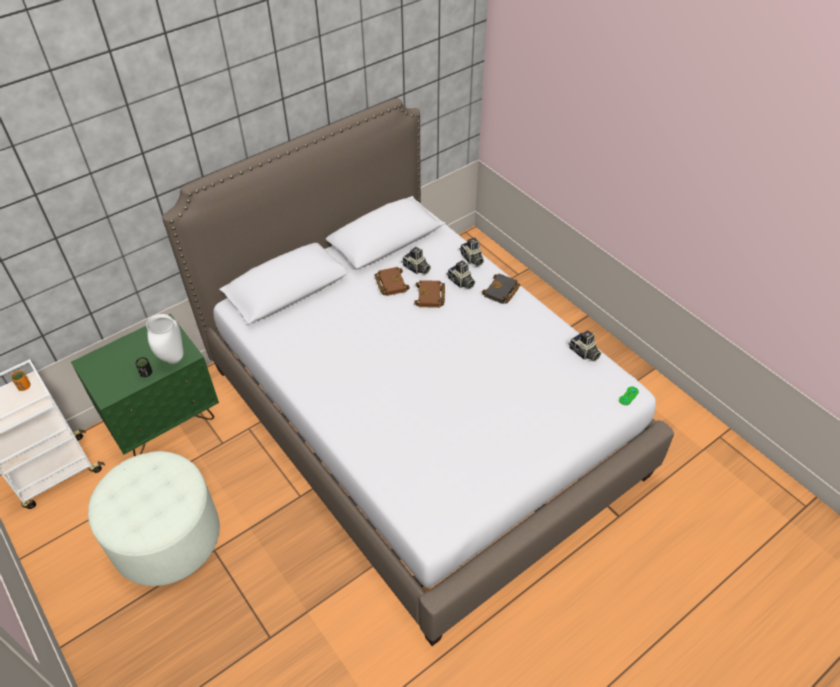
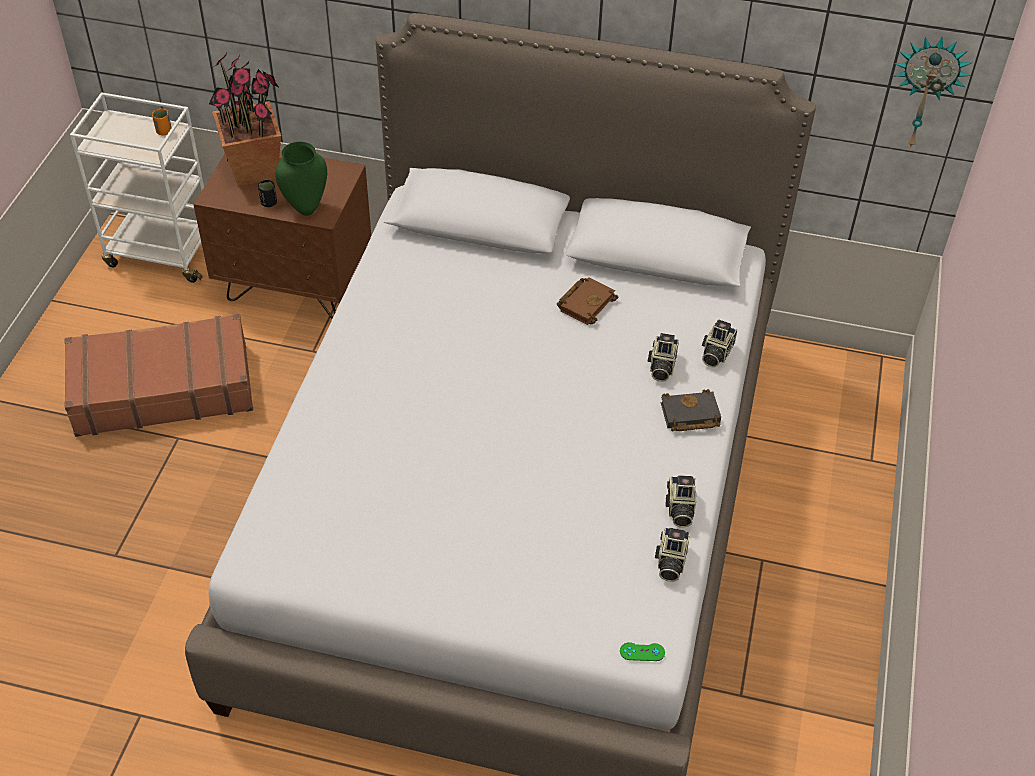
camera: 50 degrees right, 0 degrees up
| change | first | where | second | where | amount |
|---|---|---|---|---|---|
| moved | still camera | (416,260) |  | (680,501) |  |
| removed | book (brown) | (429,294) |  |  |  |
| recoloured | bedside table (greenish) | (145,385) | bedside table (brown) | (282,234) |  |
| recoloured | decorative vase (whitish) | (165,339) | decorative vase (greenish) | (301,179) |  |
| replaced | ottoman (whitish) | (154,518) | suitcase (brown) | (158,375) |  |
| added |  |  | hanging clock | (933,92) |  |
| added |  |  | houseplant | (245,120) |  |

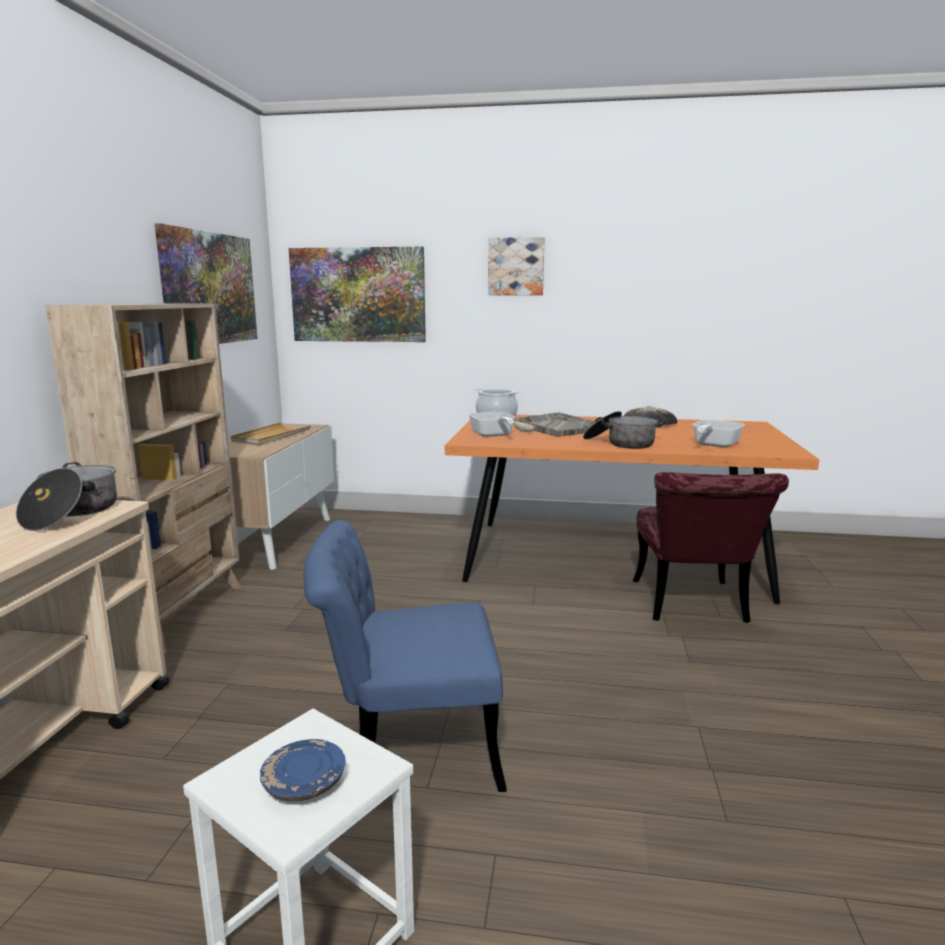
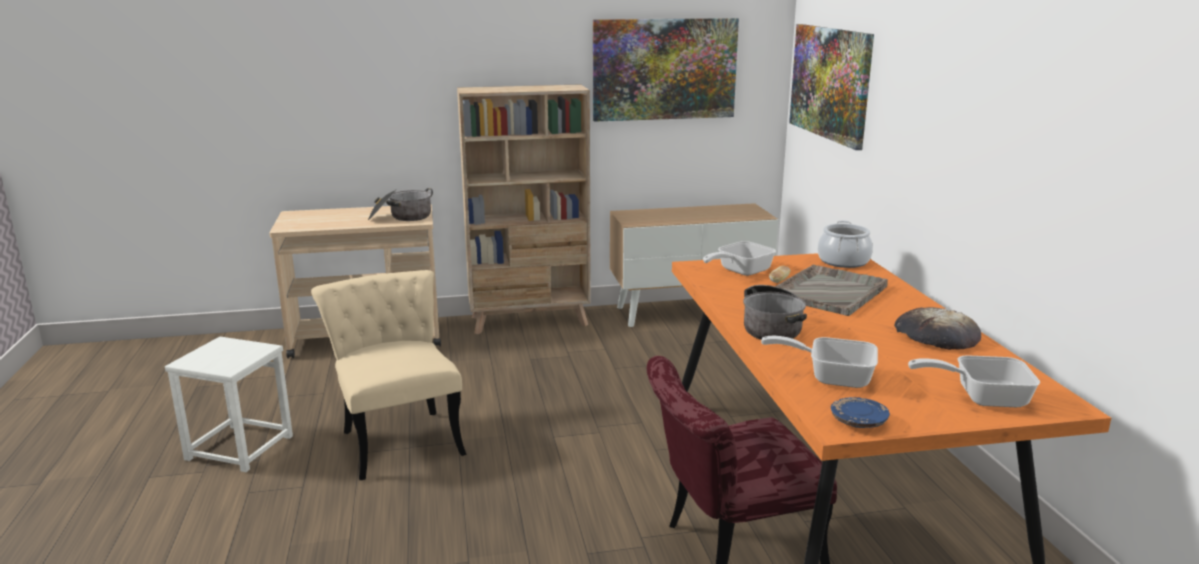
camera: 70 degrees right, 5 degrees up
| change | first | where | second | where | amount |
|---|---|---|---|---|---|
| removed | picture | (516,266) |  |  |  |
| removed | carrying tray (sand-coloured) | (271,433) |  |  |  |
| recoloured | upright chair (bluish) | (405,656) | upright chair (sand-coloured) | (389,375) |  |
| moved | plate (bluish) | (303,770) |  | (860,412) |  |
| added |  |  | frying pan | (974,381) |  |

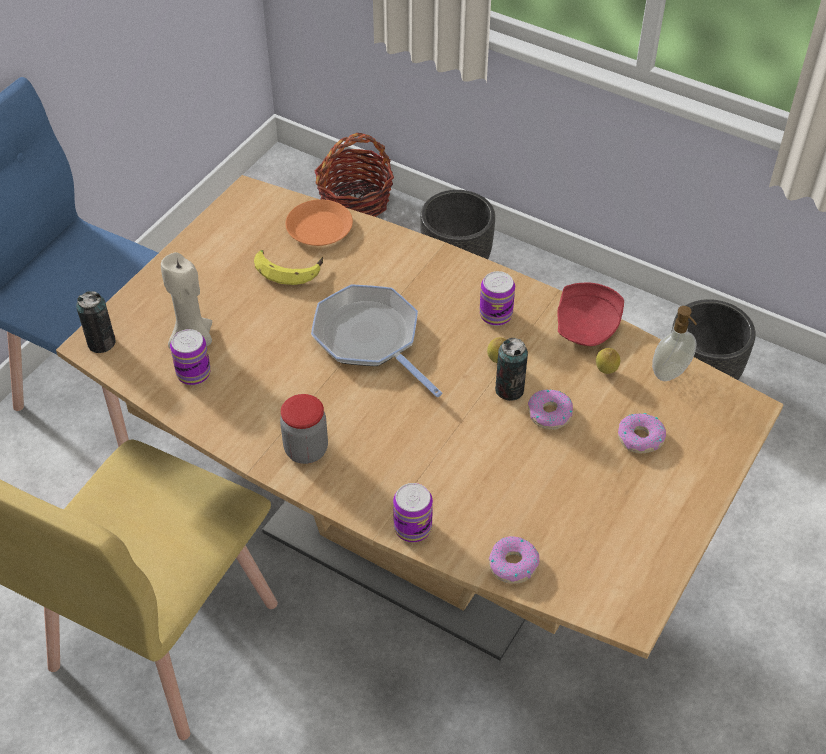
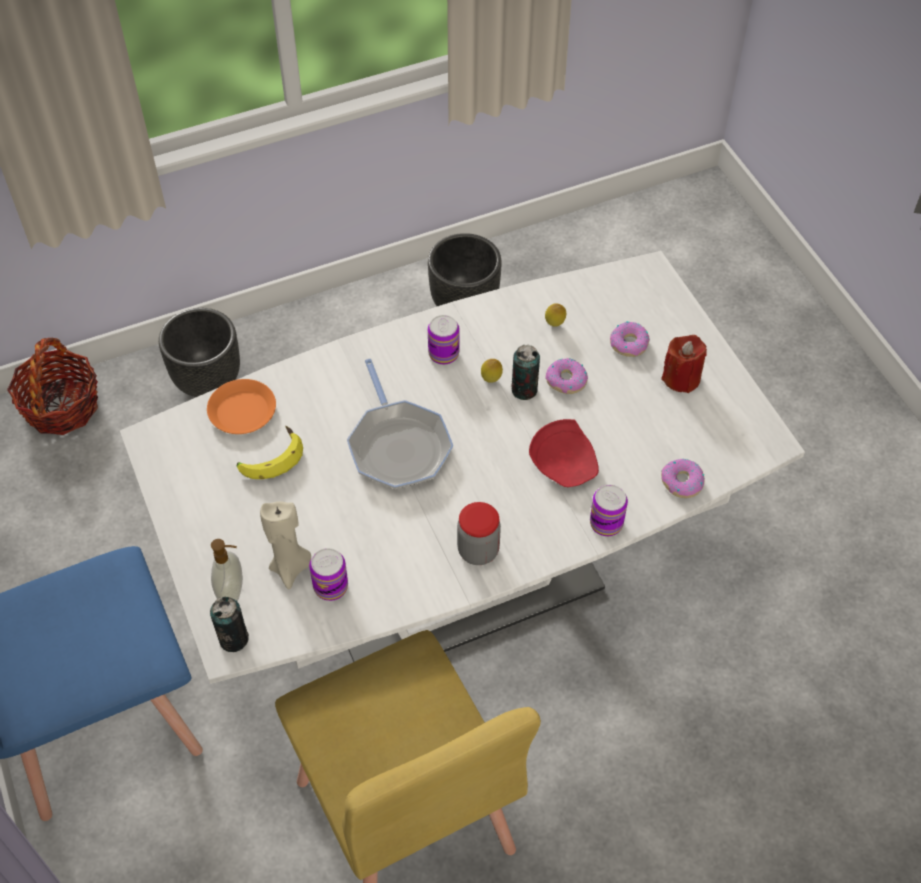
camera: 55 degrees left, 5 degrees up
| change | first | where | second | where | amount |
|---|---|---|---|---|---|
| recoloured | dinner table (brown) | (420,418) | dinner table (whitish) | (462,467) |  |
| moved | plate (red) | (590,314) |  | (564,453) |  |
| turned | frying pan | (376,340) |  | (400,424) | 105 degrees counterclockwise |
| moved | soap bottle | (674,343) |  | (227,570) |  |
| added |  |  | wax candle (red) | (684,364) |  |

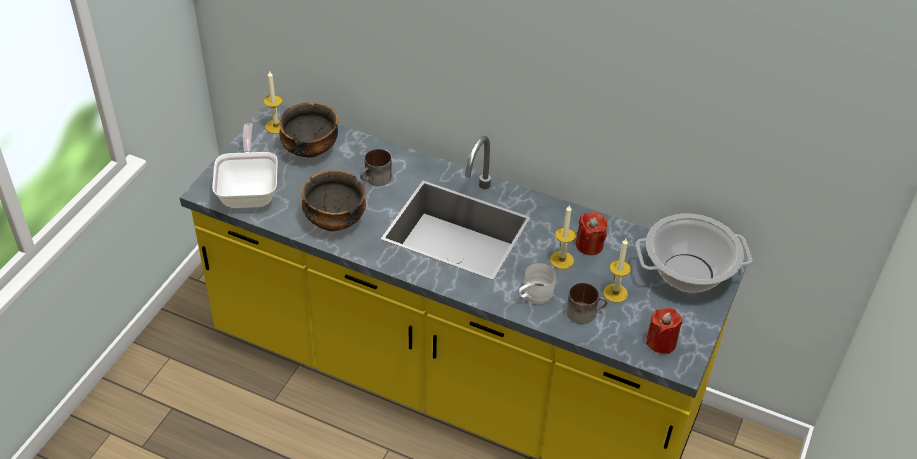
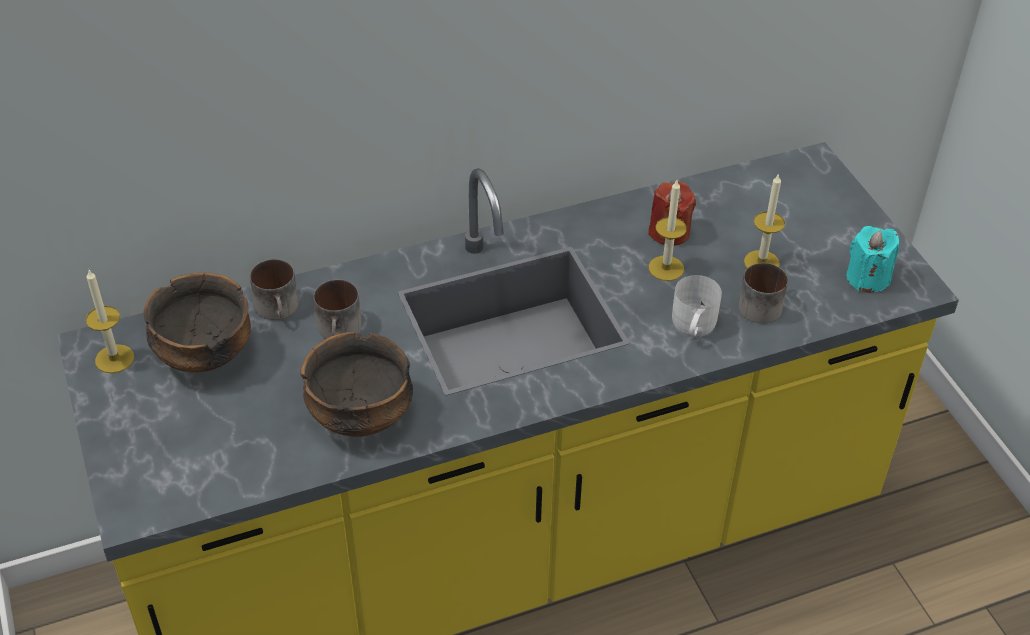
camera: 45 degrees left, 0 degrees up
| change | first | where | second | where | amount |
|---|---|---|---|---|---|
| removed | frying pan | (245,165) |  |  |  |
| removed | stockpot | (694,253) |  |  |  |
| recoloured | wax candle (red) | (664,330) | wax candle (blue-green) | (872,259) |  |
| added |  |  | coffee mug | (274,289) |  |

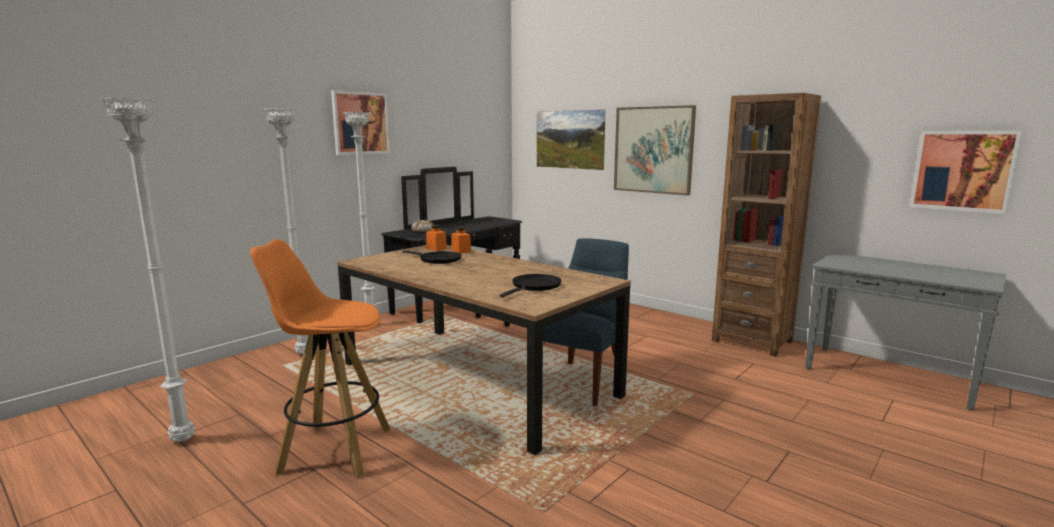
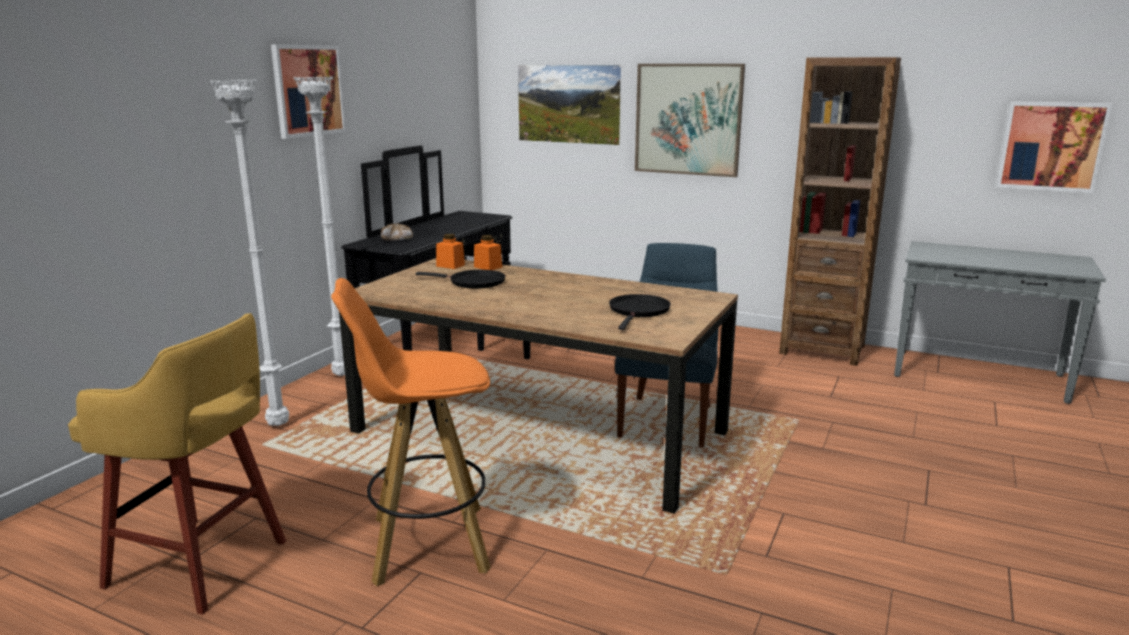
camera: 15 degrees left, 5 degrees up
| change | first | where | second | where | amount |
|---|---|---|---|---|---|
| replaced | standard lamp (whitish) | (147,269) | stool (yellow) | (177,464) |  |

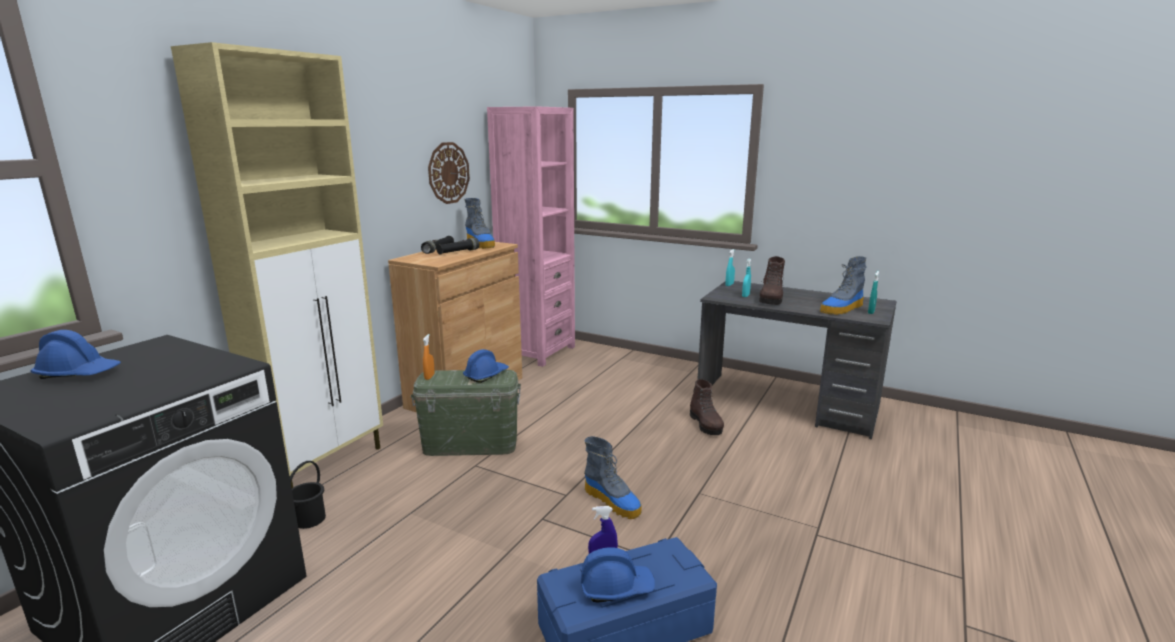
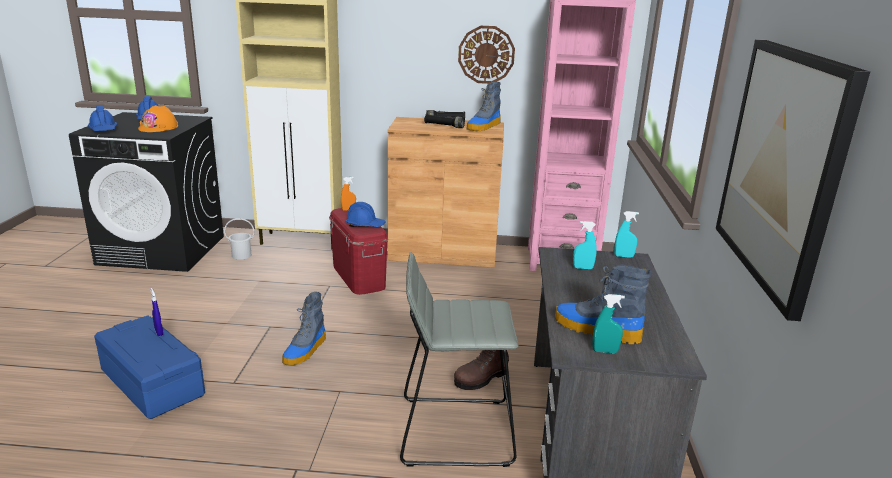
camera: 65 degrees right, 5 degrees up
| change | first | where | second | where | amount |
|---|---|---|---|---|---|
| removed | tall boot (brown) | (772,280) |  |  |  |
| recoloured | storage bin (greenish) | (466,413) | storage bin (red) | (358,251) |  |
| recoloured | bucket (blackish) | (308,495) | bucket (whitish) | (239,239) |  |
| moved | safety helmet (bluish) | (618,575) |  | (102,118) |  |
| added |  |  | picture | (793,180) |  |
| added |  |  | safety helmet (orange) | (158,118) |  |
| added |  |  | stool (gray) | (459,359) |  |

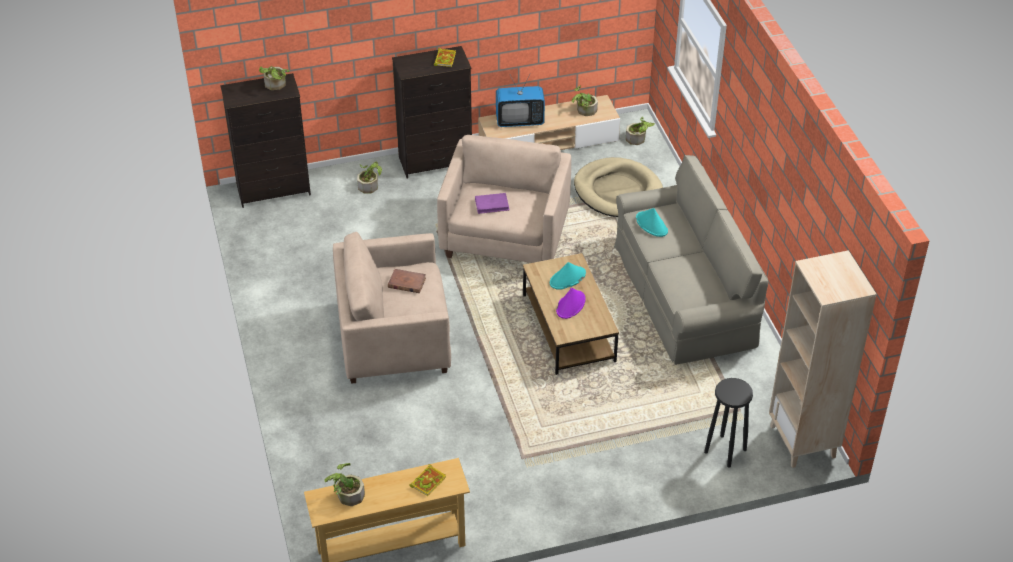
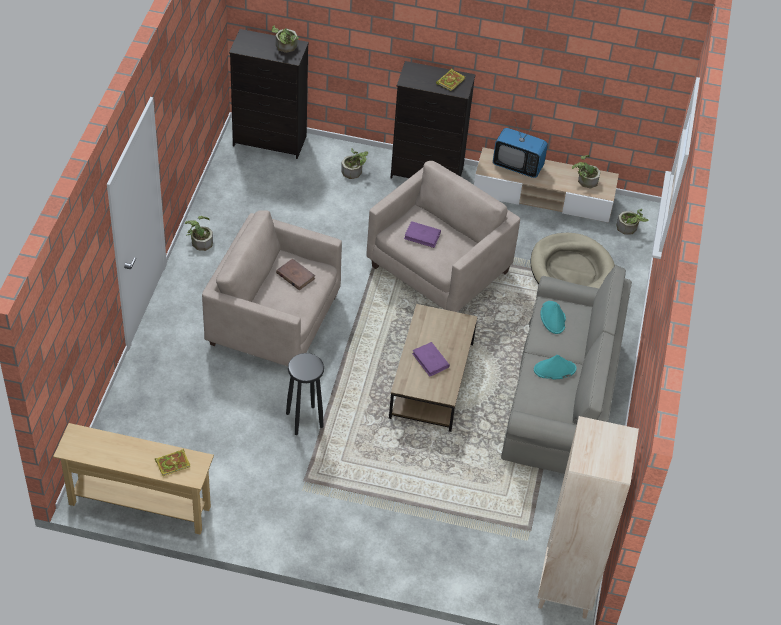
camera: 25 degrees right, 5 degrees up
| change | first | where | second | where | amount |
|---|---|---|---|---|---|
| moved | hat (blue-green) | (568,276) |  | (555,367) |  |
| replaced | hat (purple) | (570,303) | book (purple) | (431,359) |  |
| moved | stool (blackish) | (728,423) |  | (305,394) |  |
| moved | houseplant | (344,484) |  | (199,233) |  |

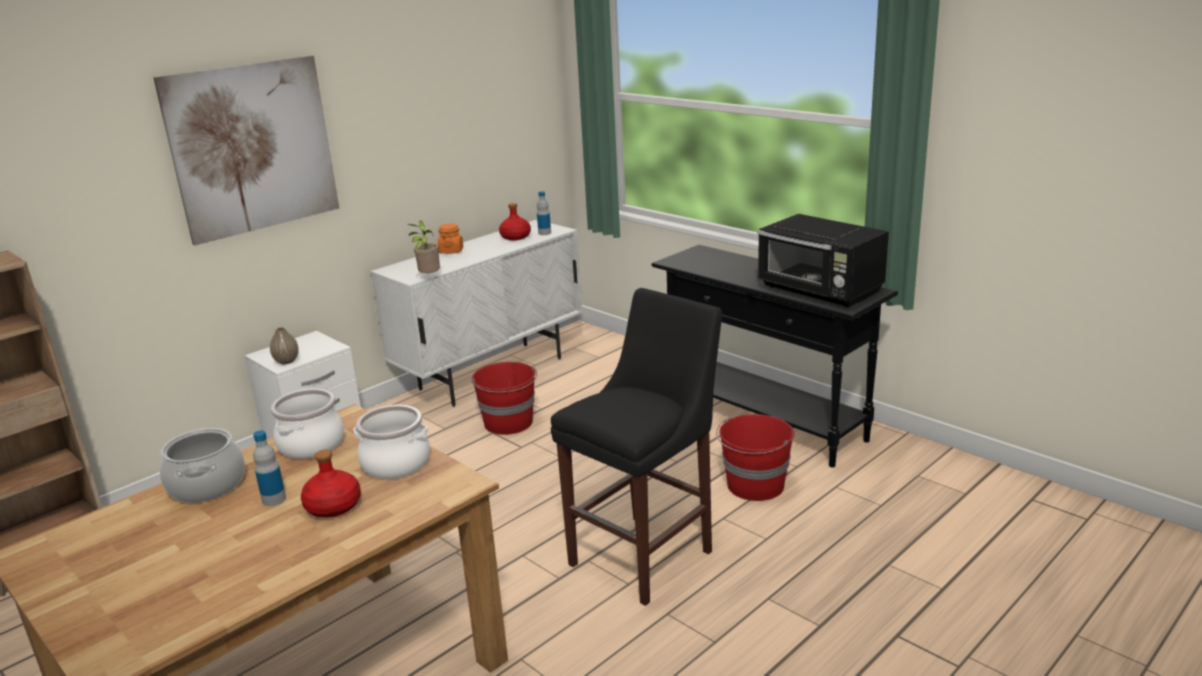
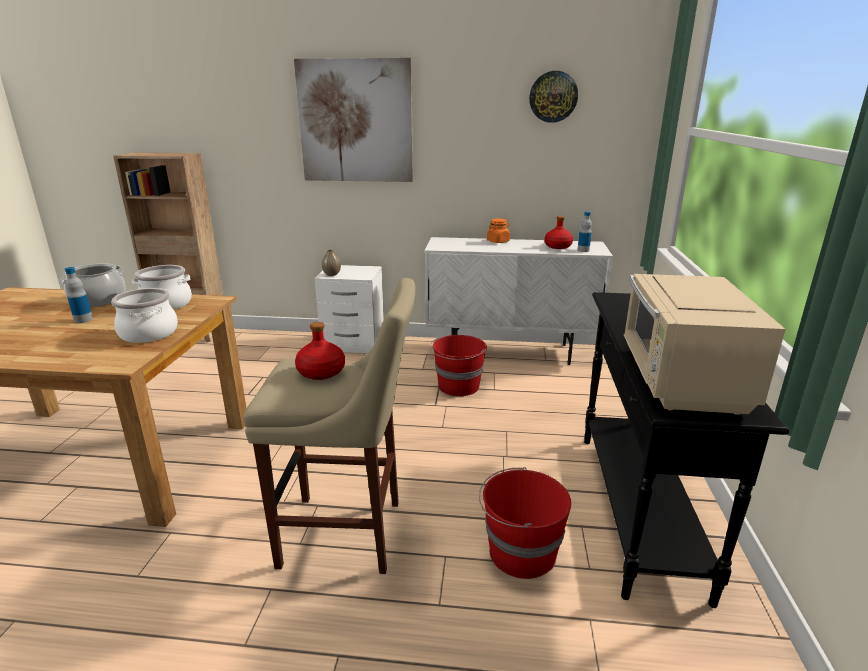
camera: 50 degrees right, 0 degrees up
| change | first | where | second | where | amount |
|---|---|---|---|---|---|
| recoloured | kitchen microwave (blackish) | (823,261) | kitchen microwave (sand-coloured) | (705,344) |  |
| removed | houseplant | (423,247) |  |  |  |
| recoloured | stool (blackish) | (636,447) | stool (sand-coloured) | (329,426) |  |
| moved | beverage bottle (red) | (331,483) |  | (320,351) |  |
| added |  |  | hanging clock | (553,97) |  |

